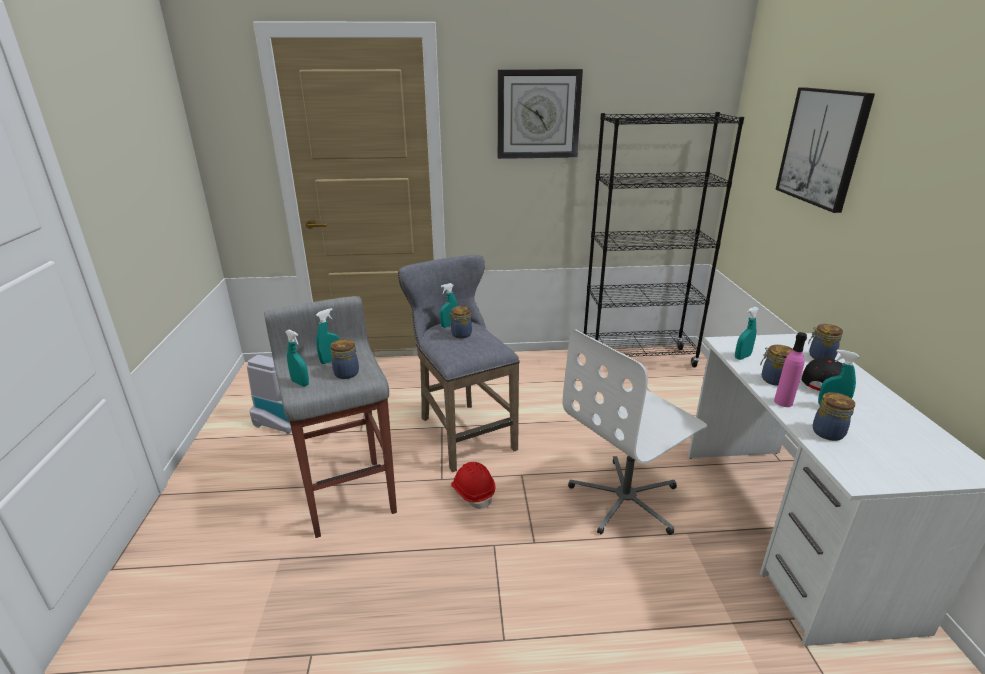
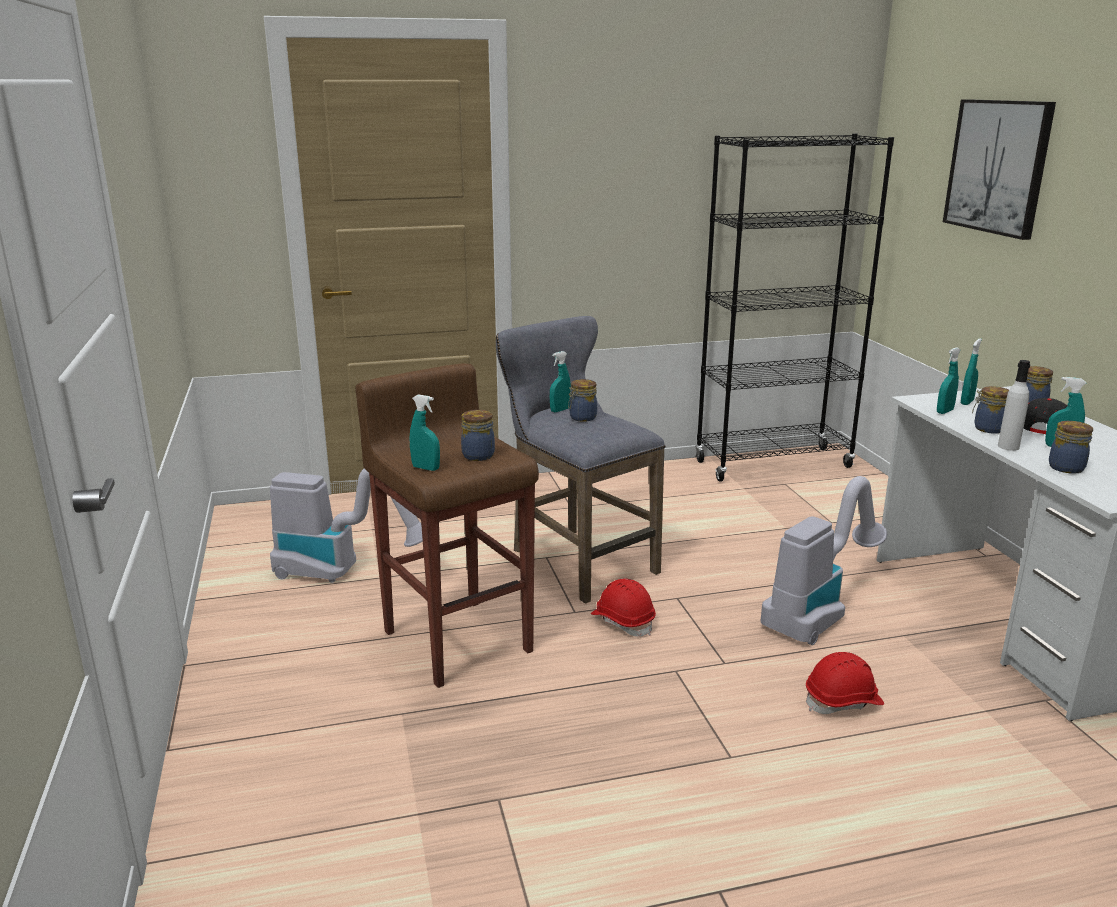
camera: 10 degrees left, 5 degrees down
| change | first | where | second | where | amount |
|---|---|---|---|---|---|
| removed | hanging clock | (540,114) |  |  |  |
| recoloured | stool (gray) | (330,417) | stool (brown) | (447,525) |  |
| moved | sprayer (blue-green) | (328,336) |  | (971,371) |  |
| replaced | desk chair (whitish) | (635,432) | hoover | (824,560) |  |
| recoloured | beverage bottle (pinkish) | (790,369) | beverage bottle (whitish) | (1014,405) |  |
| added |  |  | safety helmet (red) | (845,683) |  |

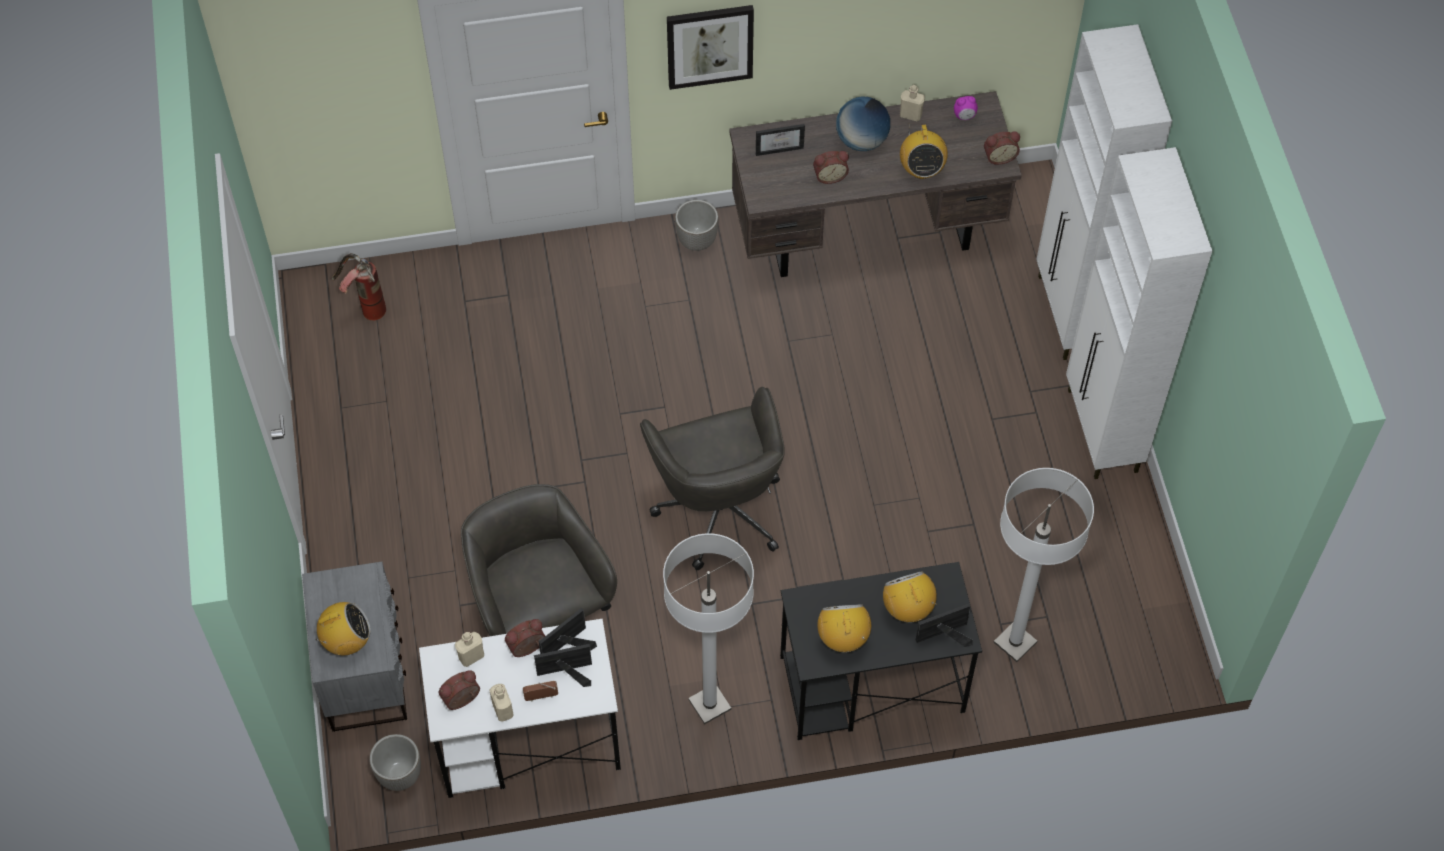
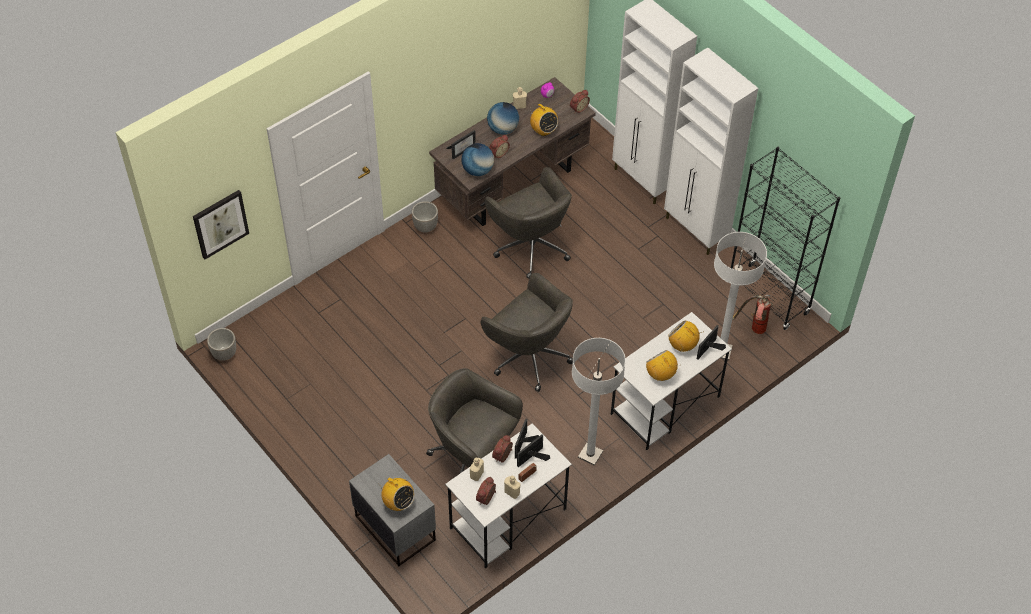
camera: 30 degrees left, 5 degrees down
| change | first | where | second | where | amount |
|---|---|---|---|---|---|
| moved | picture | (710,47) |  | (221,224) |  |
| moved | extinguisher | (359,287) |  | (752,314) |  |
| recoloured | desk (blackish) | (881,651) | desk (whitish) | (671,381) |  |
| turned | radio receiver | (343,628) |  | (396,494) | 90 degrees clockwise |
| moved | plant pot | (395,762) |  | (221,344) |  |
| added |  |  | world globe | (477,159) |  |
| added |  |  | bookcase (blackish) | (785,238) |  |
| added |  |  | desk chair (gray) | (528,222) |  |

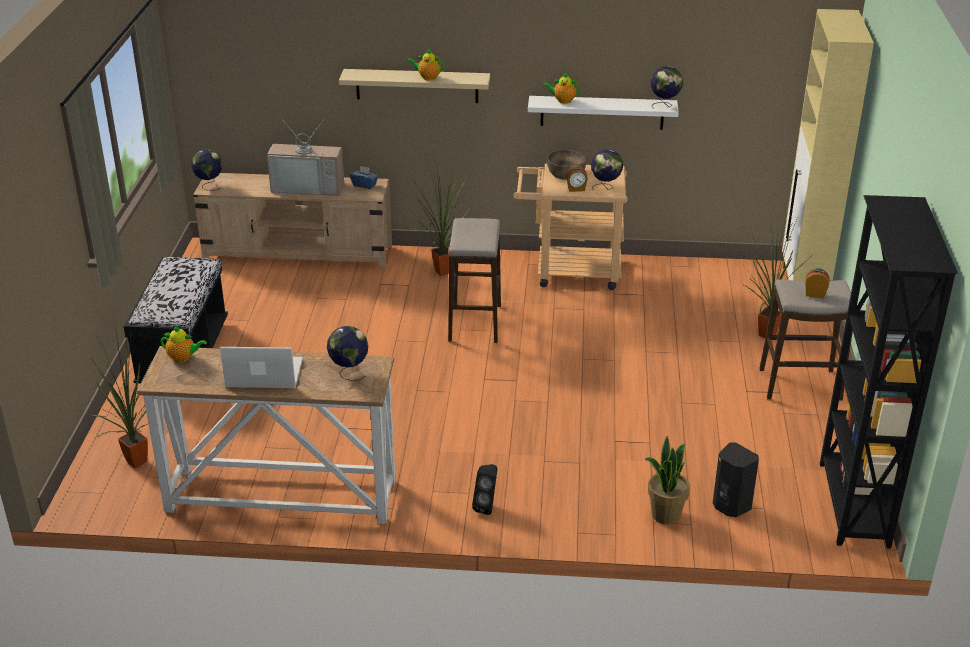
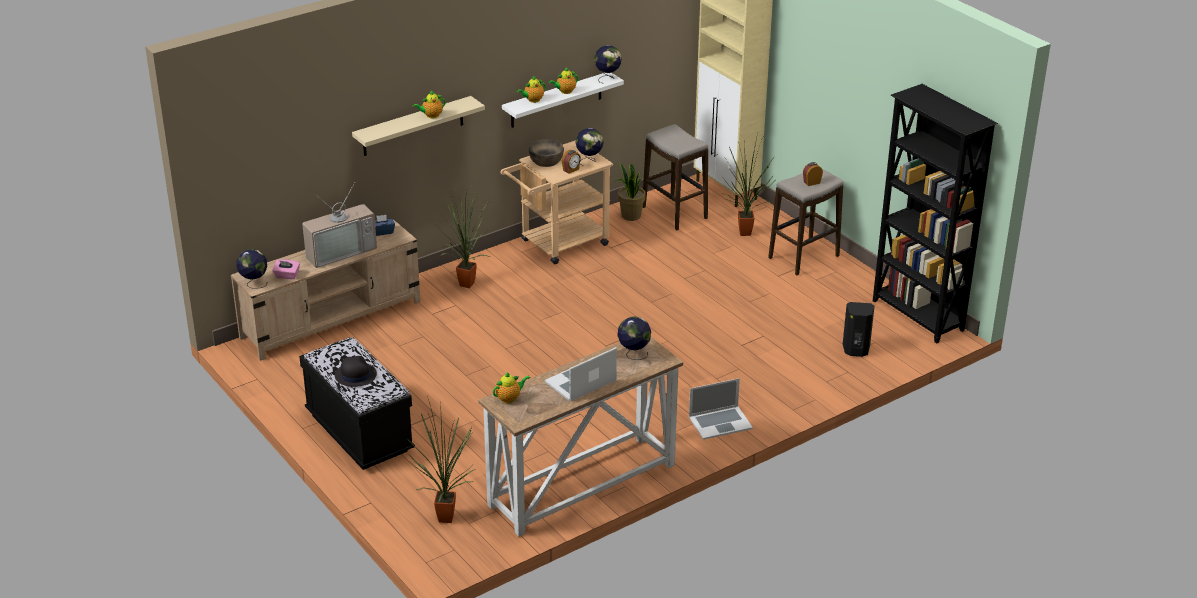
camera: 40 degrees left, 0 degrees up
| change | first | where | second | where | amount |
|---|---|---|---|---|---|
| moved | stool | (474,280) |  | (675,177) |  |
| moved | houseplant | (667,480) |  | (630,192) |  |
| replaced | audio speaker (blackish) | (484,489) | portable computer | (721,409) |  |
| added |  |  | tea pot | (563,80) |  |
| added |  |  | tissue holder (pinkish) | (286,269) |  |
| added |  |  | hat (blackish) | (356,371) |  |

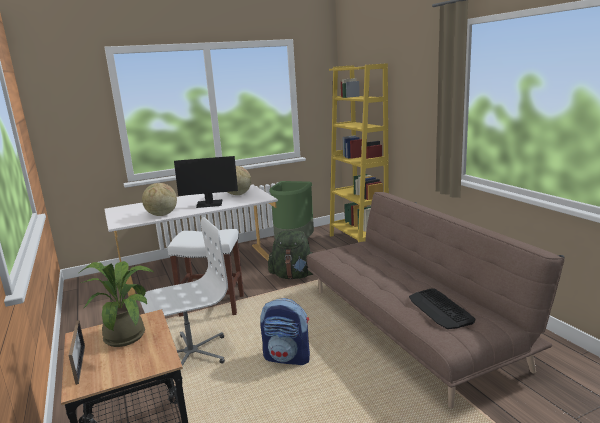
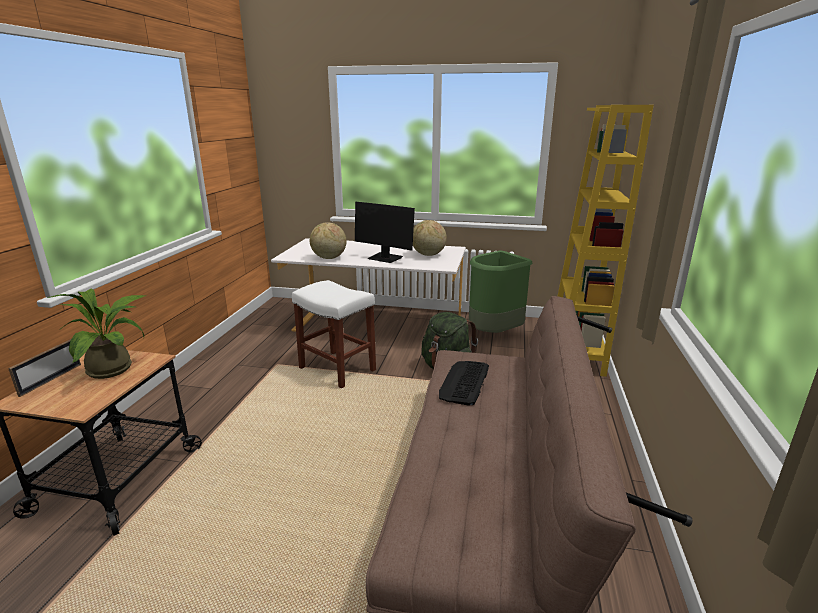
camera: 35 degrees right, 5 degrees up
| change | first | where | second | where | amount |
|---|---|---|---|---|---|
| removed | desk chair (whitish) | (184,291) |  |  |  |
| moved | keyboard | (442,309) |  | (464,383) |  |
| removed | knapsack | (285,331) |  |  |  |

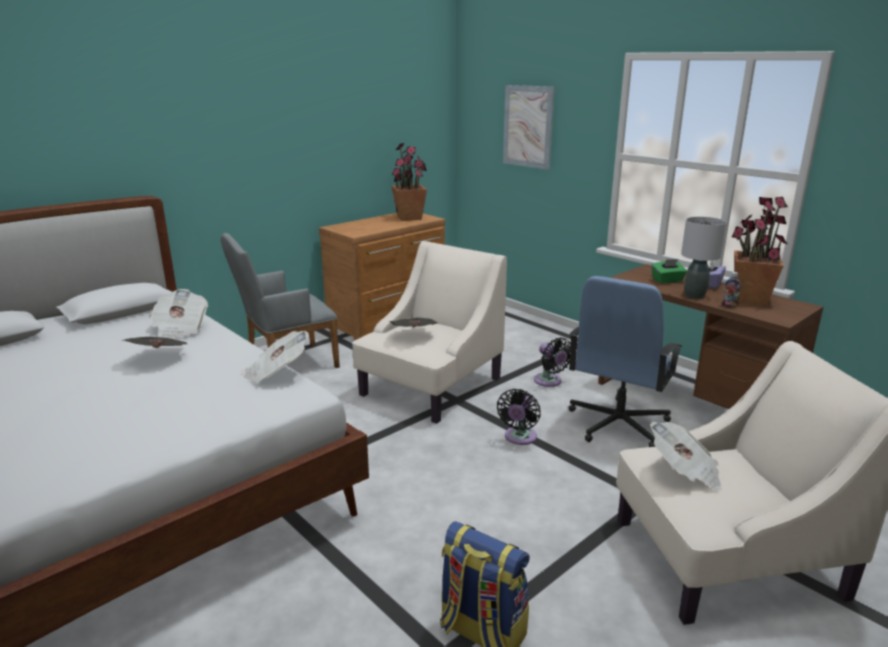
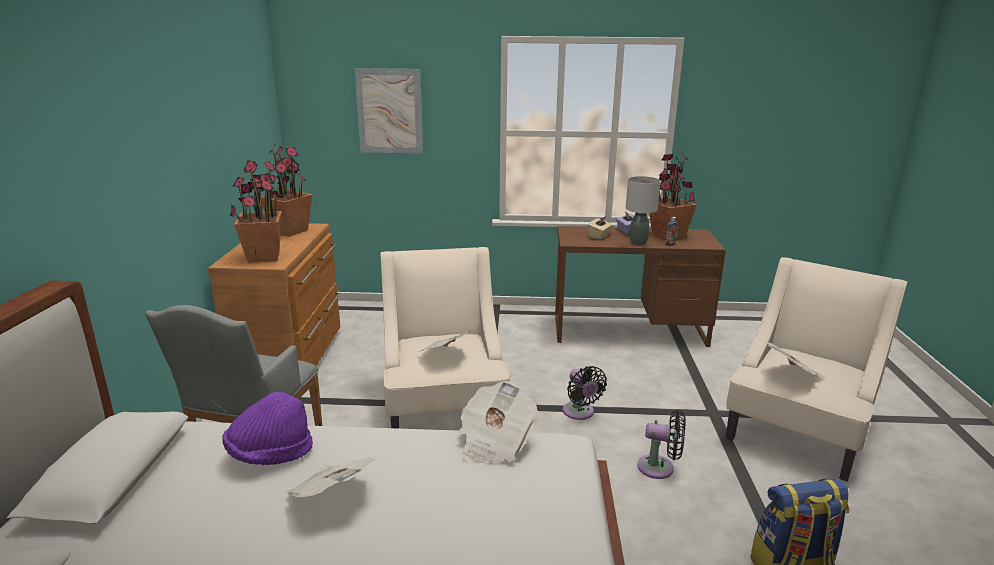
camera: 45 degrees left, 0 degrees up
| change | first | where | second | where | amount |
|---|---|---|---|---|---|
| recoloured | tissue holder (greenish) | (669,271) | tissue holder (sand-coloured) | (600,228) |  |
| removed | desk chair (bluish) | (626,361) |  |  |  |
| replaced | printed paper | (178,314) | hat (purple) | (267,428) |  |
| moved | cooling fan (blackish) | (552,362) |  | (661,444) |  |
| added |  |  | houseplant | (256,211) |  |

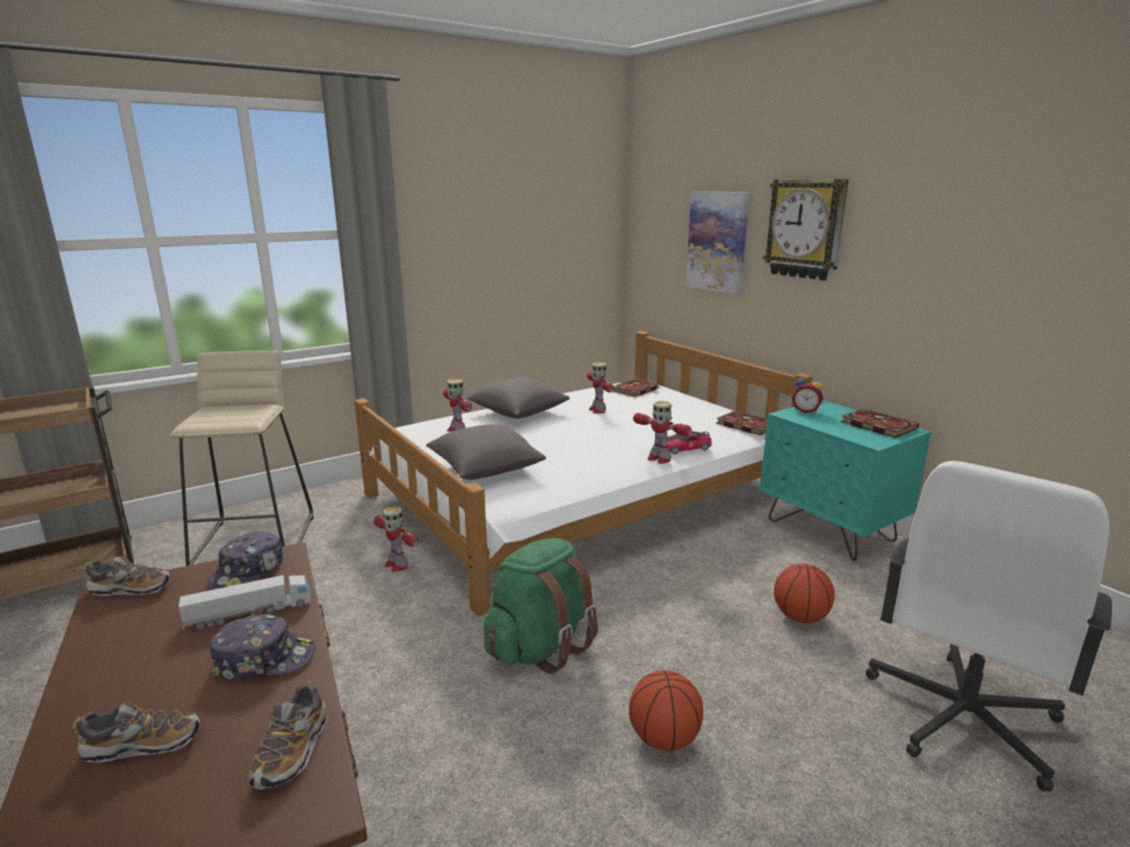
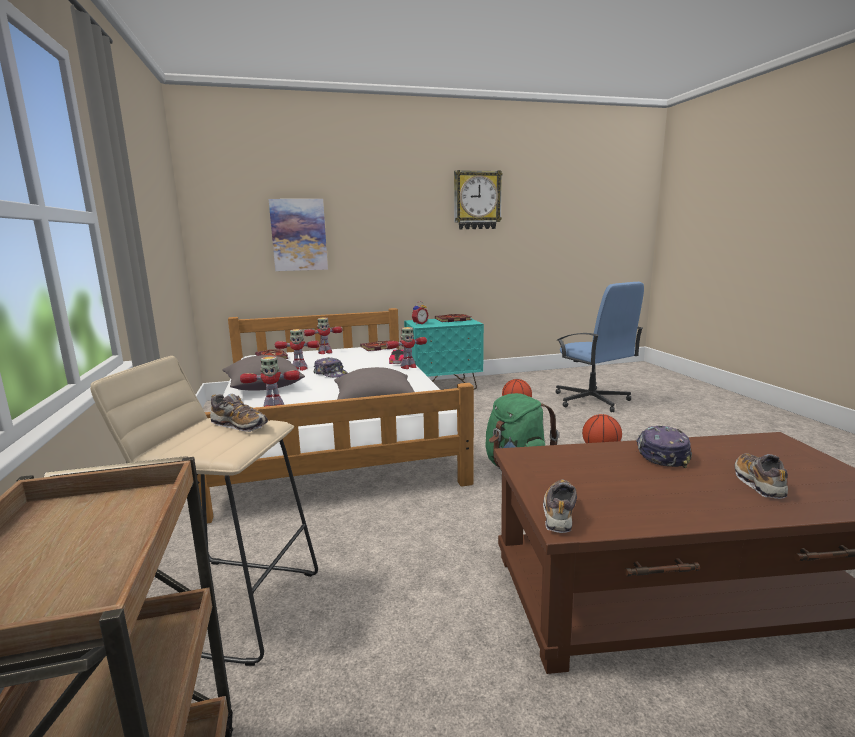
camera: 70 degrees left, 5 degrees down
| change | first | where | second | where | amount |
|---|---|---|---|---|---|
| moved | hanging clock | (806,230) |  | (478,199) |  |
| recoloured | desk chair (whitish) | (989,626) | desk chair (bluish) | (600,347) |  |
| moved | model robot | (396,539) |  | (323,336) |  |
| moved | cap | (245,560) |  | (331,367) |  |
| removed | model truck | (245,602) |  |  |  |
| moved | item of footwear | (288,735) |  | (239,413) |  |

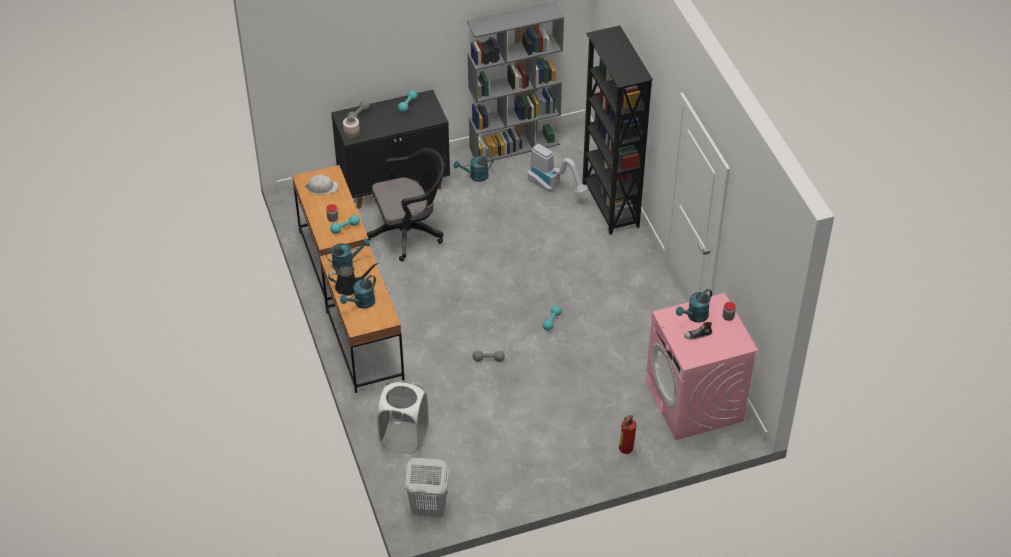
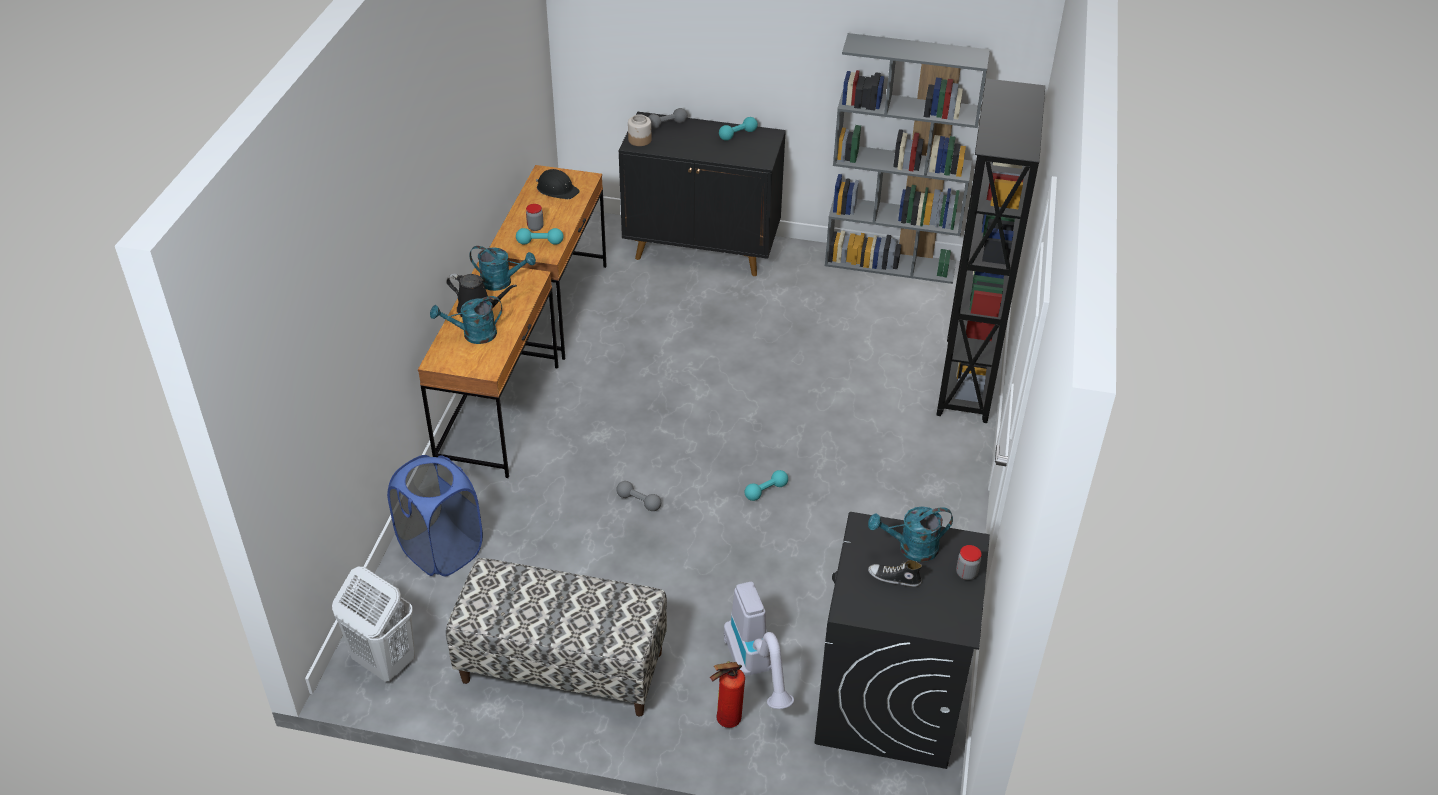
camera: 30 degrees right, 5 degrees down
| change | first | where | second | where | amount |
|---|---|---|---|---|---|
| moved | hoover | (558,168) |  | (759,645) |  |
| removed | desk chair (blackish) | (405,204) |  |  |  |
| removed | watering pot (blue-green) | (473,168) |  |  |  |
| recoloured | safety helmet (whitish) | (321,185) | safety helmet (blackish) | (558,184) |  |
| recoloured | laundry machine (pinkish) | (702,366) | laundry machine (blackish) | (902,640) |  |
| recoloured | hamper (whitish) | (403,417) | hamper (bluish) | (435,515) |  |
| added |  |  | indoor bench | (556,637) |  |

